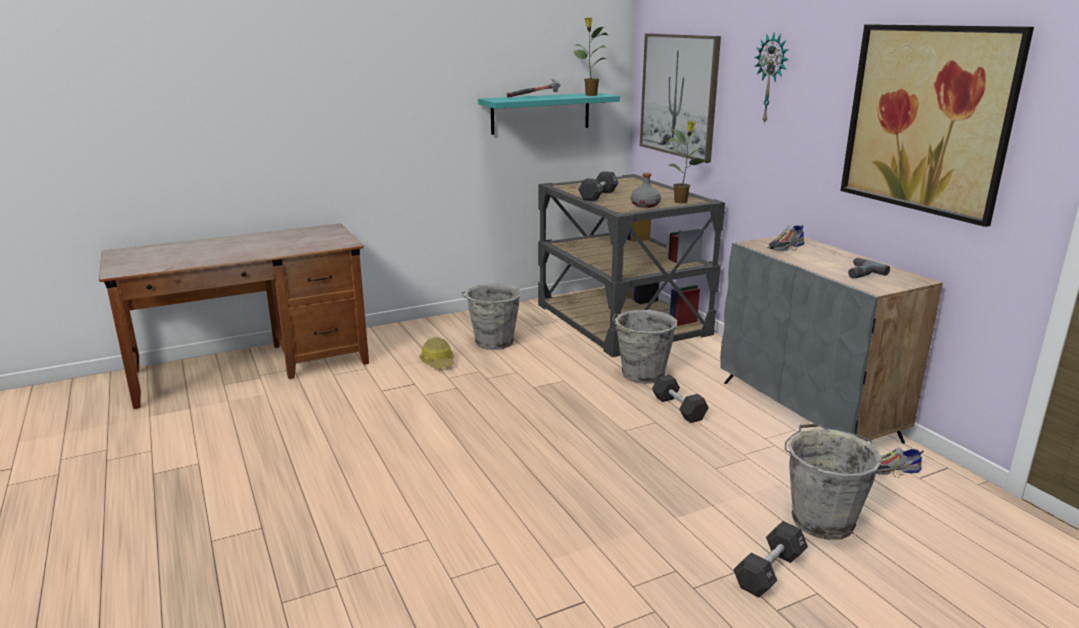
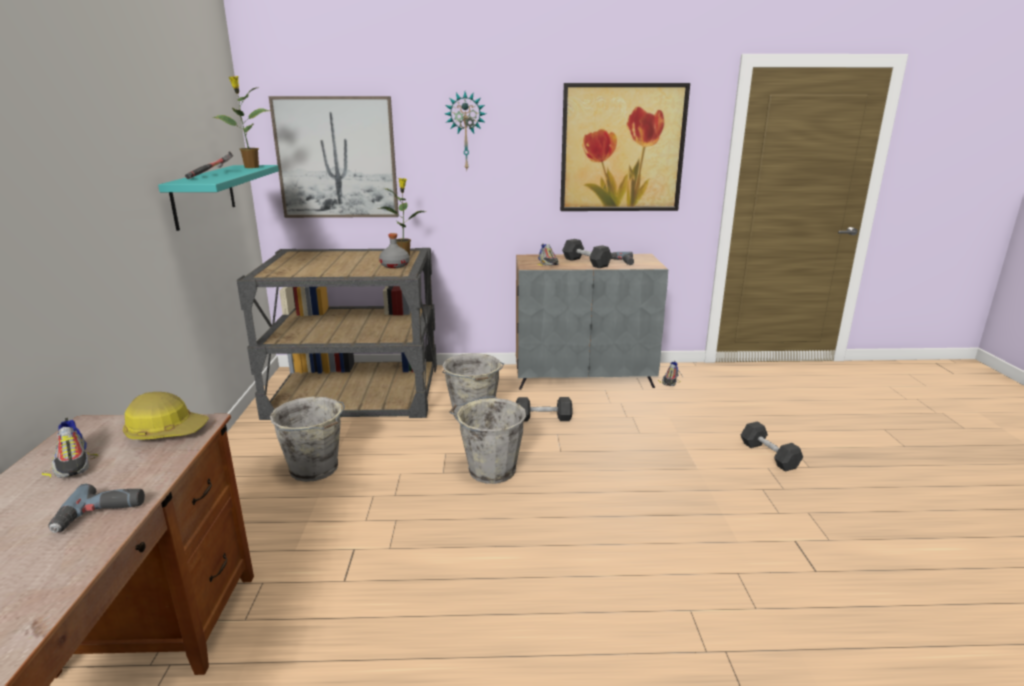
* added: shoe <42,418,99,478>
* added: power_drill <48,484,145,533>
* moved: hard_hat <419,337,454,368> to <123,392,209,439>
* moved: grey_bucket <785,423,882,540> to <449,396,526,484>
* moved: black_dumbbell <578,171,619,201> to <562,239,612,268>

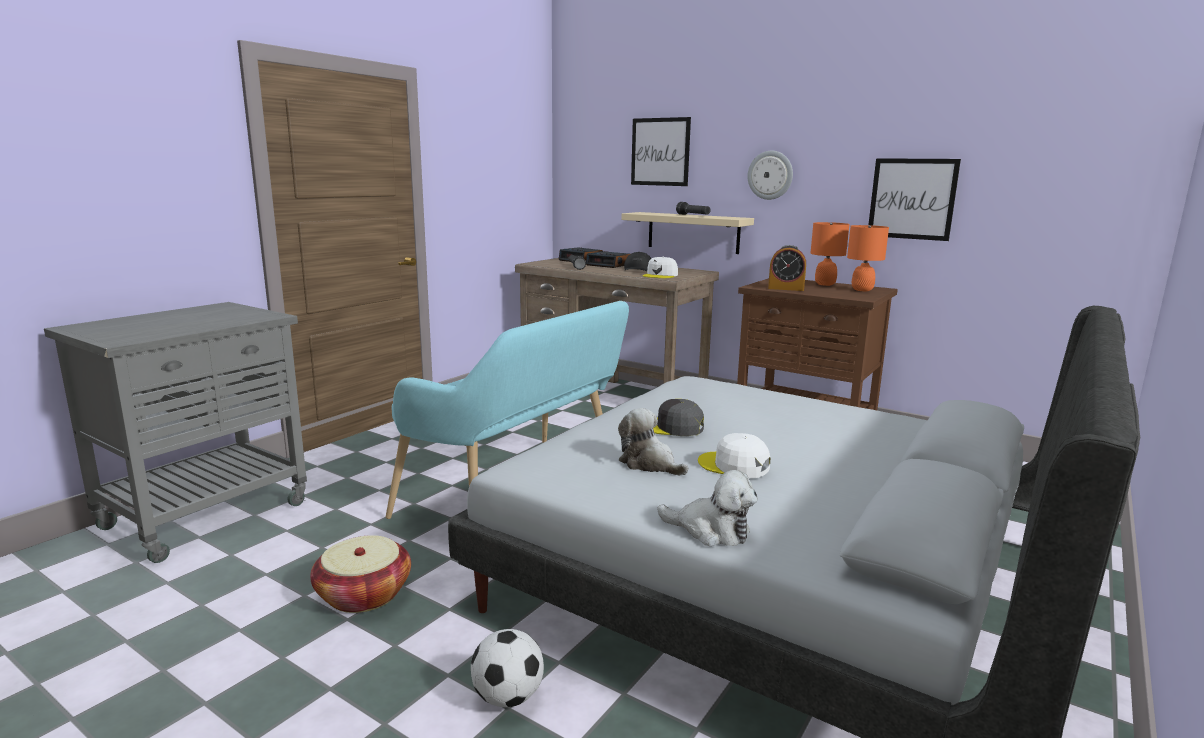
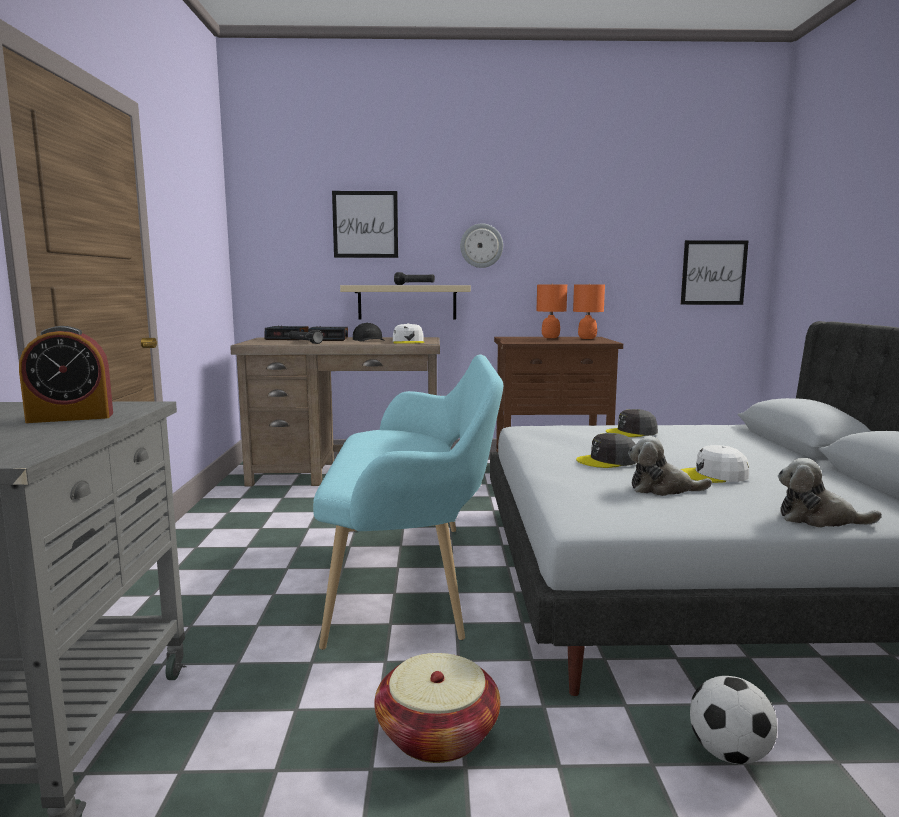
* moved: alarm_clock <768,245,806,291> to <19,326,113,423>
* added: grey_cap <606,409,658,437>
* moved: picture <868,158,961,241> to <681,240,748,305>
* turned: plush_toy <657,470,757,546> = <778,458,882,527> 150 degrees counterclockwise

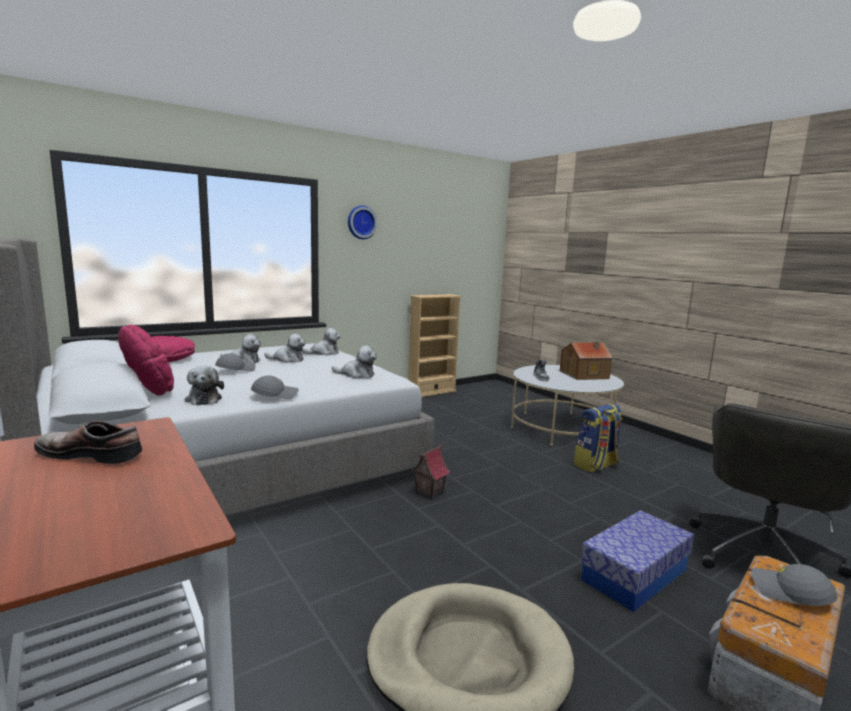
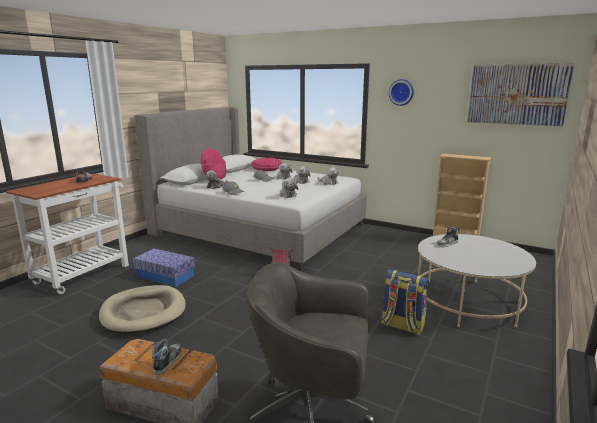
* moved: storage_box <581,510,694,612> to <133,249,195,287>
* replaced: grey_cap <751,564,838,606> to shoe <152,339,182,375>
* added: picture <467,63,574,126>
* removed: toy_house <560,342,613,380>

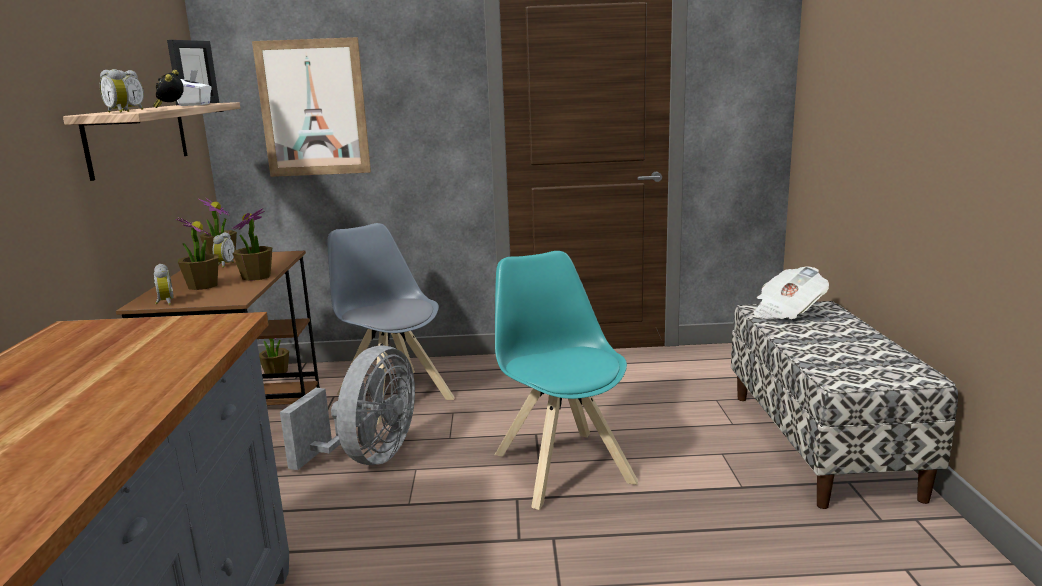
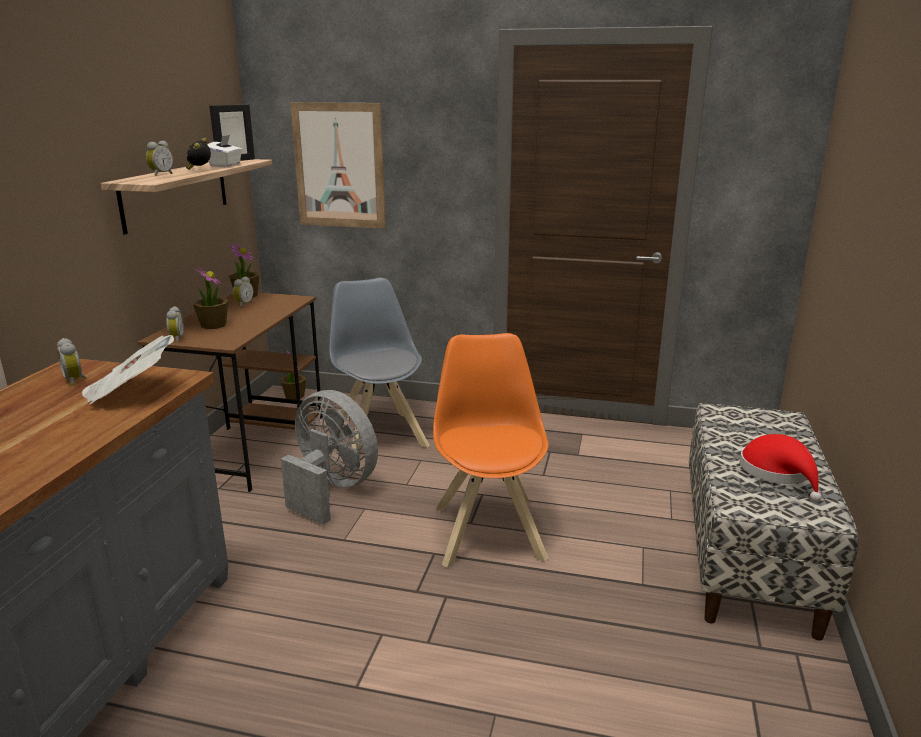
* moved: alarm_clock <100,69,130,113> to <57,338,86,386>
* moved: newspaper <753,266,829,319> to <82,335,174,405>
* turned: grey_fan <280,345,415,470> = <281,390,378,525> 90 degrees counterclockwise
* recoloured: turquoise_chair <495,251,638,510> to orange_chair <433,333,549,568>
* added: red_hat <740,434,822,502>
* removed: potted_plant <232,208,272,281>

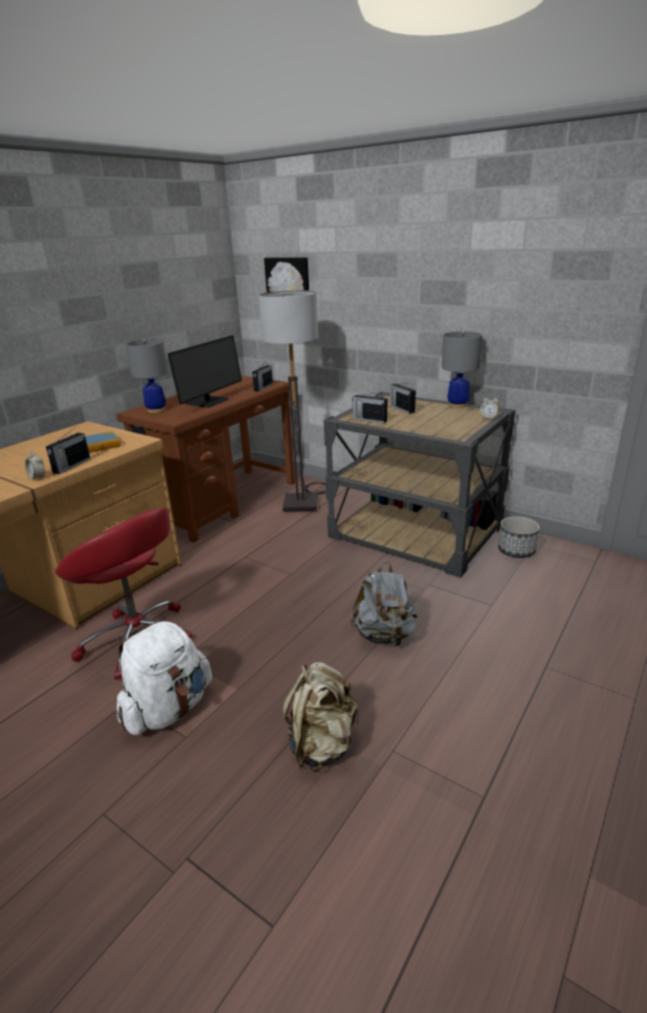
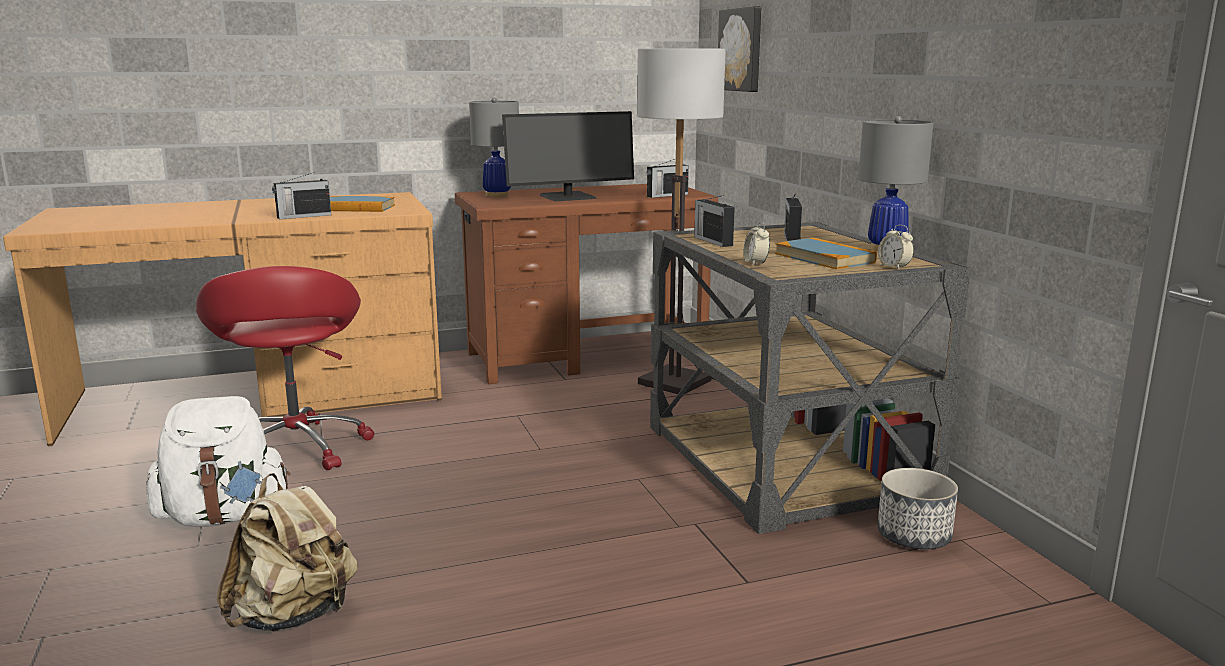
* moved: alarm_clock <25,451,45,481> to <743,222,770,265>
* added: book <775,238,877,269>
* removed: grey_backpack <350,562,418,646>

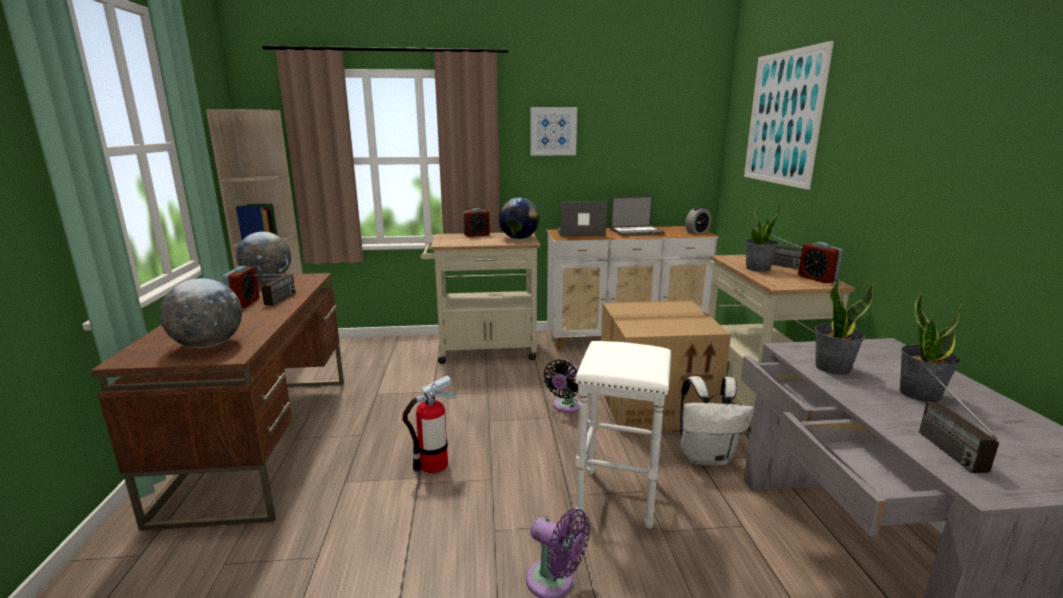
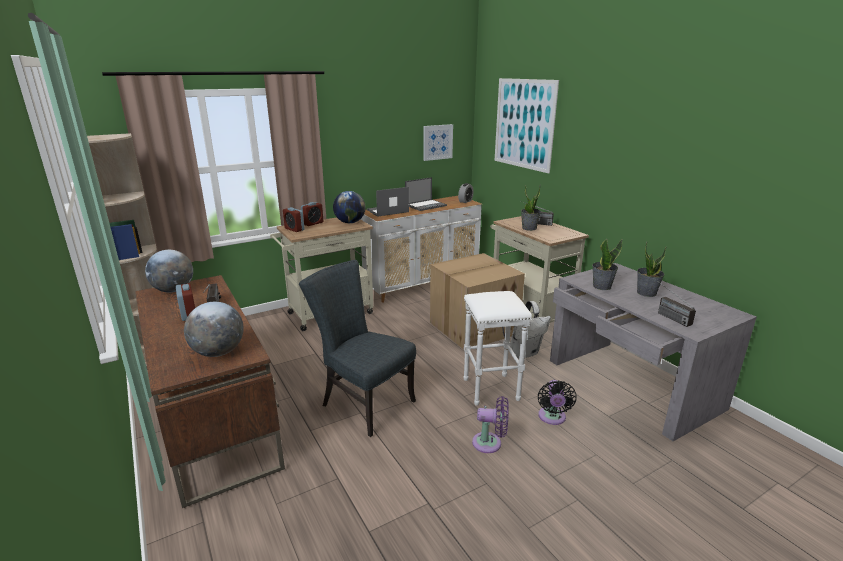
* moved: alarm_clock <798,242,843,283> to <283,207,305,232>
* replaced: fire_extinguisher <402,375,456,473> to grey_chair <299,260,416,437>
* moved: picture <531,107,577,156> to <424,124,453,161>
* moved: black_fan <544,359,580,413> to <538,380,577,425>

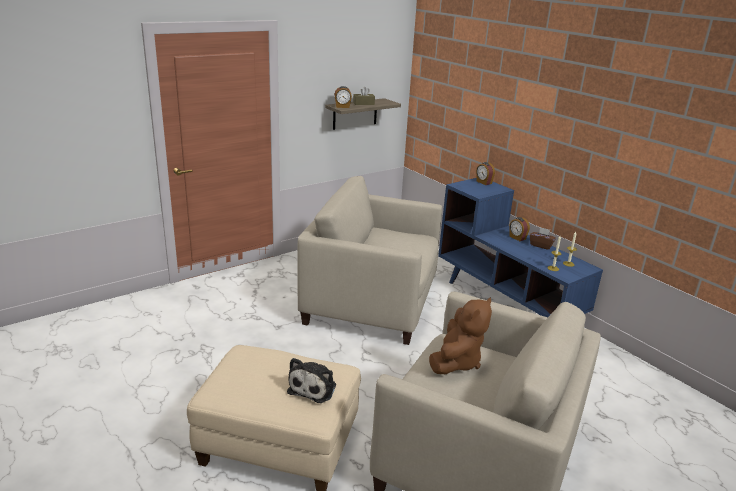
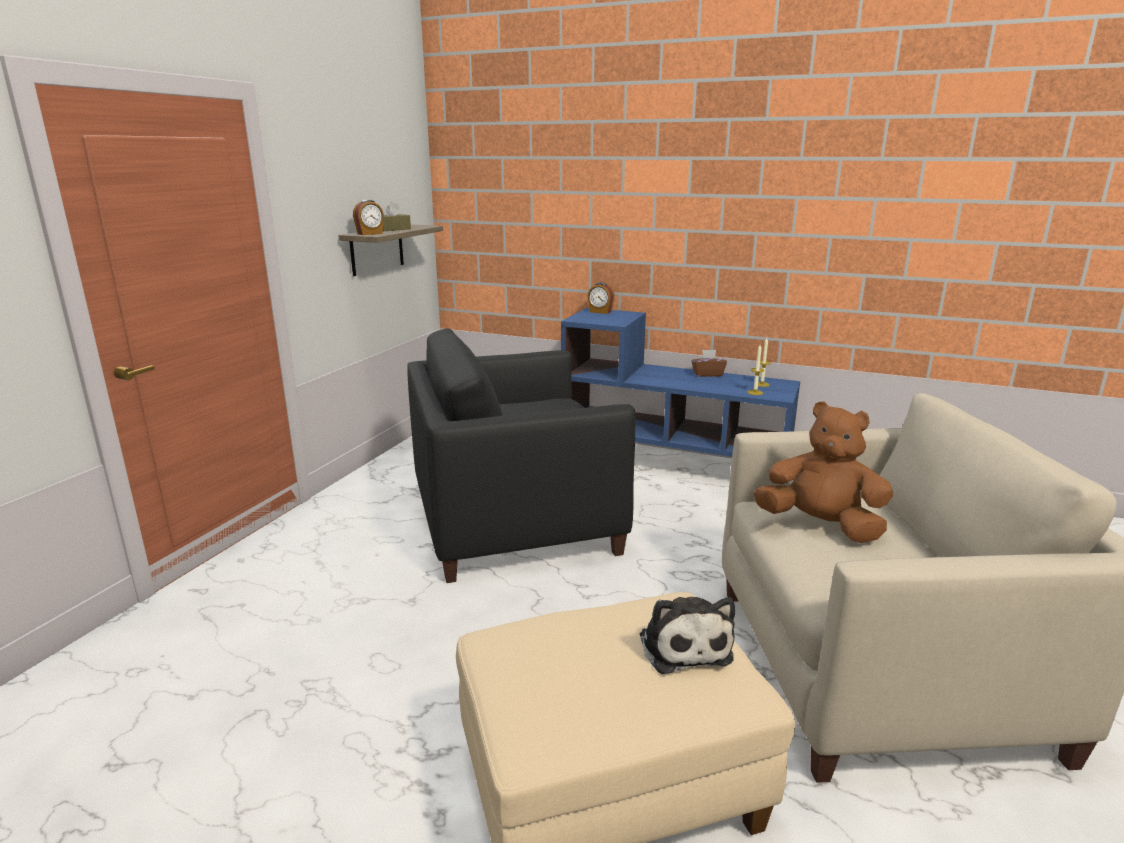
* recoloured: beige_armchair <297,176,442,345> to black_armchair <407,328,635,583>
* turned: brown_plush_toy <429,298,492,374> = <753,401,893,543> 60 degrees counterclockwise
* removed: alarm_clock <509,217,530,241>

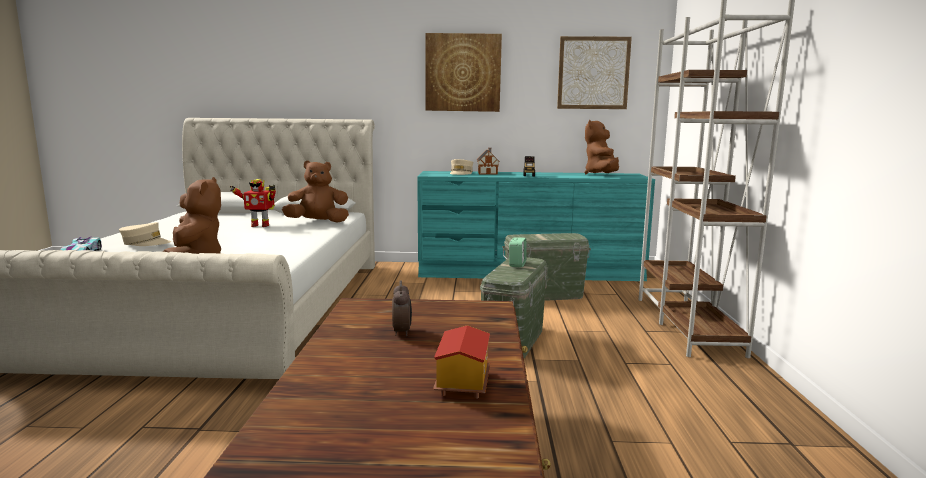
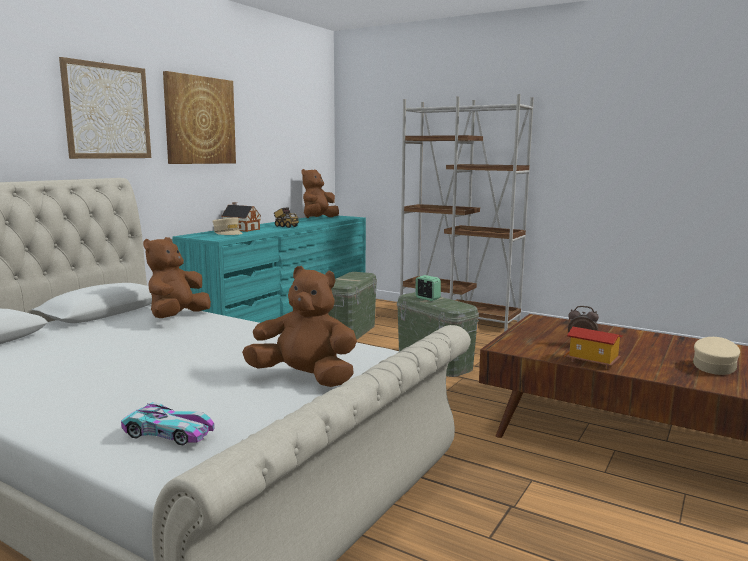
* moved: picture <557,35,632,109> to <59,57,151,159>
* turned: brown_plush_toy <585,120,619,174> = <302,169,339,218> 75 degrees clockwise
* moved: toy_house <433,325,490,398> to <564,327,623,369>
* moved: beige_cap <119,222,171,246> to <693,337,740,375>
* removed: toy_robot <229,179,276,227>

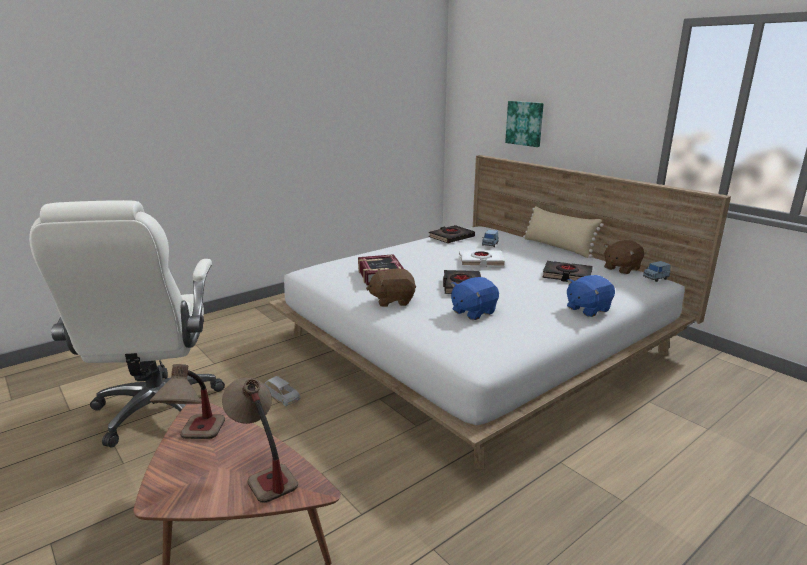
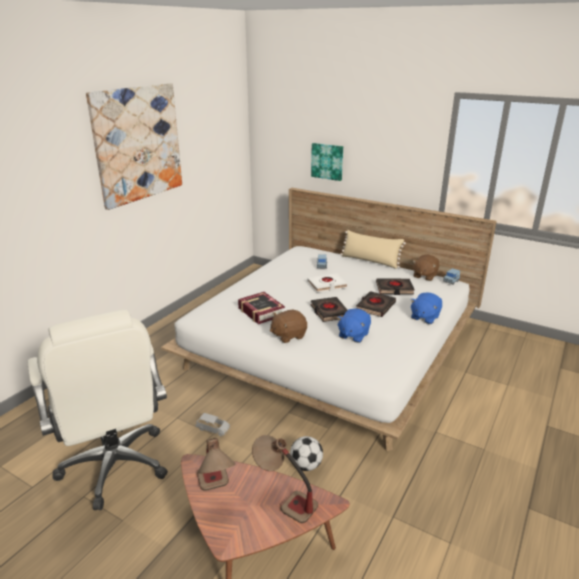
* added: picture <86,83,182,210>
* added: football <290,436,323,471>
* moved: black_book <428,225,475,243> to <356,291,396,317>

